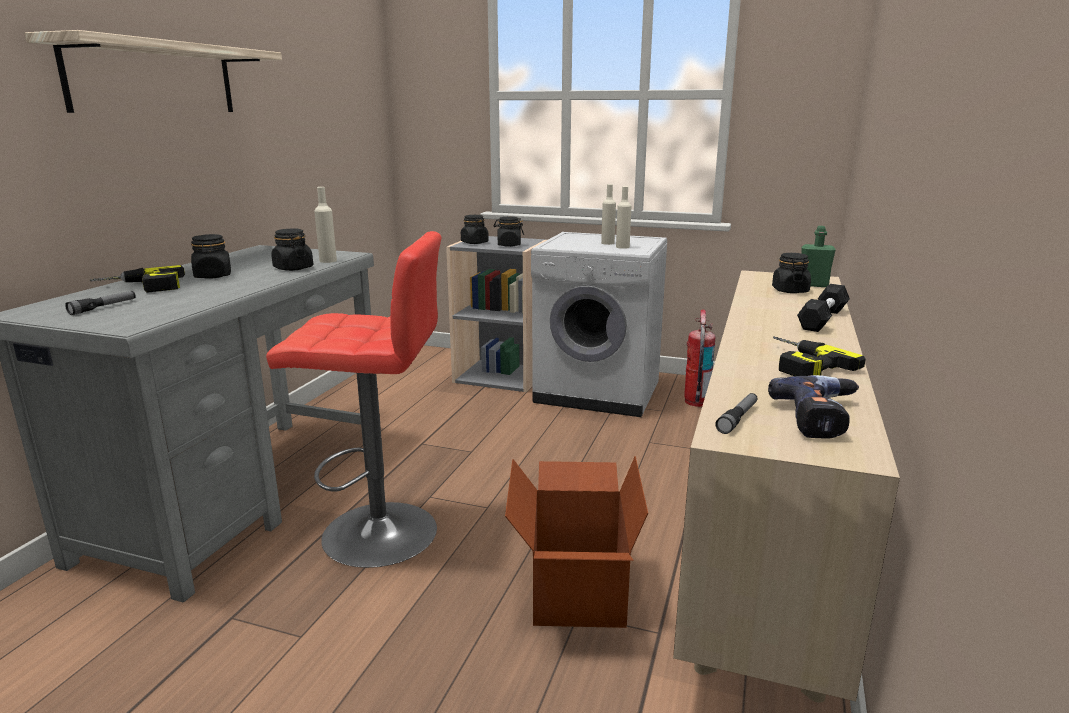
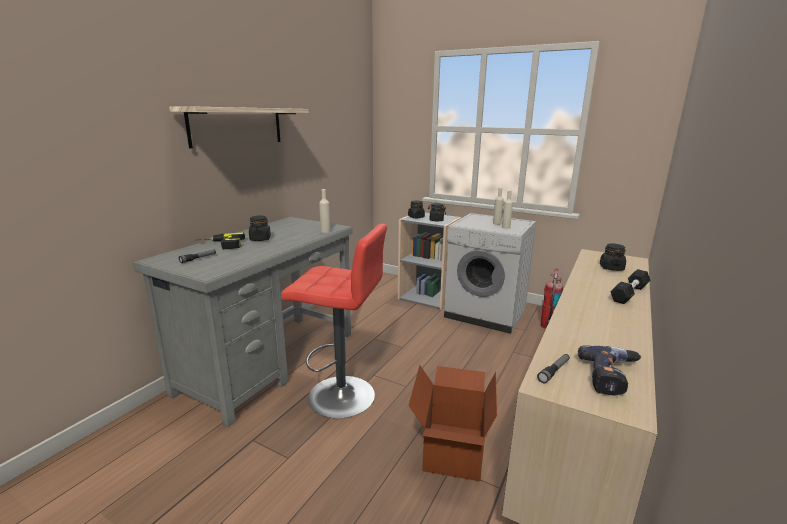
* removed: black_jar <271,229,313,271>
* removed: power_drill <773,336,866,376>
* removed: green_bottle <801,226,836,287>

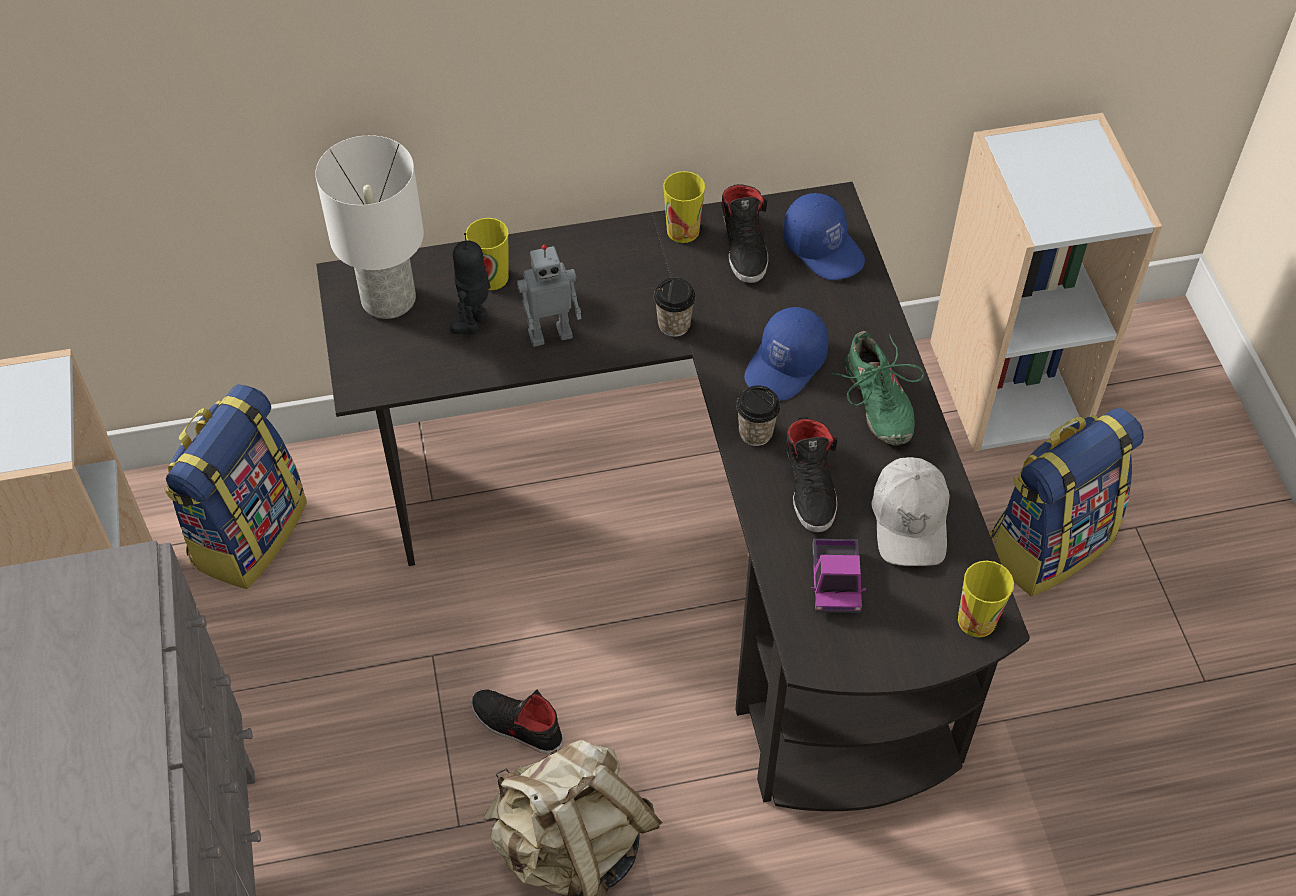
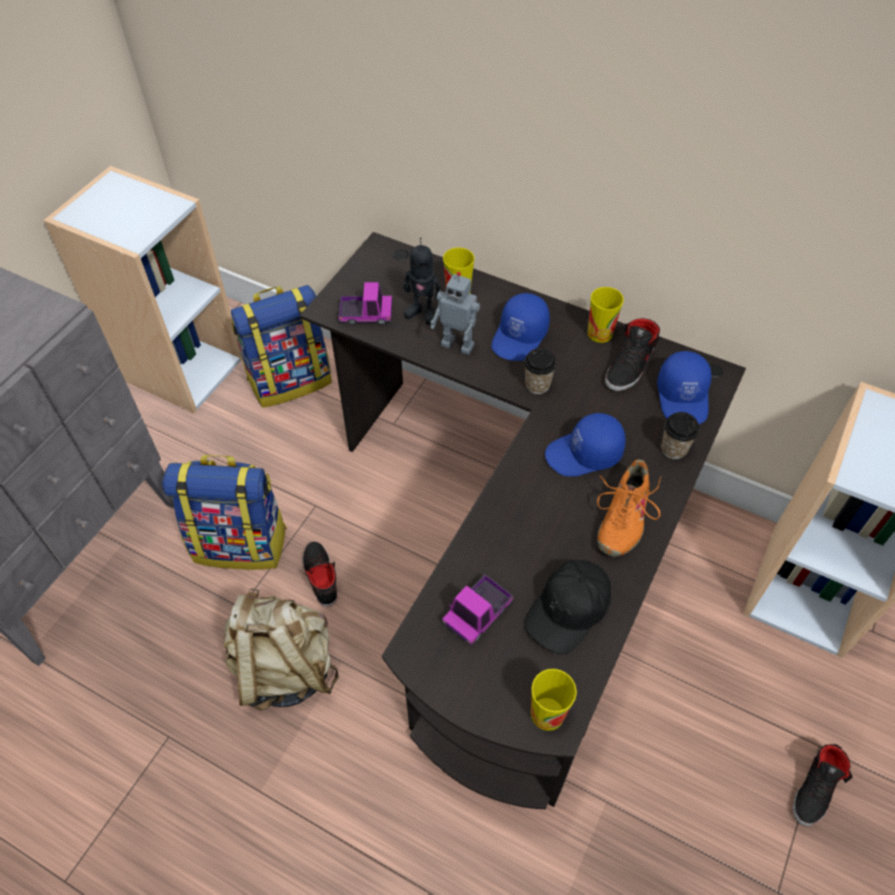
* moved: backpack <990,408,1144,597> to <162,455,287,570>
* added: toy_truck <339,282,392,325>
* turned: toy_robot <450,233,491,335> = <404,237,440,325> 135 degrees counterclockwise
* added: blue_cap <491,293,550,361>
* recoloured: white_cap <871,457,950,566> to black_cap <524,560,611,654>
* recoloured: green_shoe <831,331,924,445> to orange_shoe <597,459,662,557>
* moved: cup <736,385,780,446> to <661,412,699,459>
* moved: black_shoe <786,418,838,532> to <793,744,853,826>
* removed: white_table_lamp <315,135,424,319>

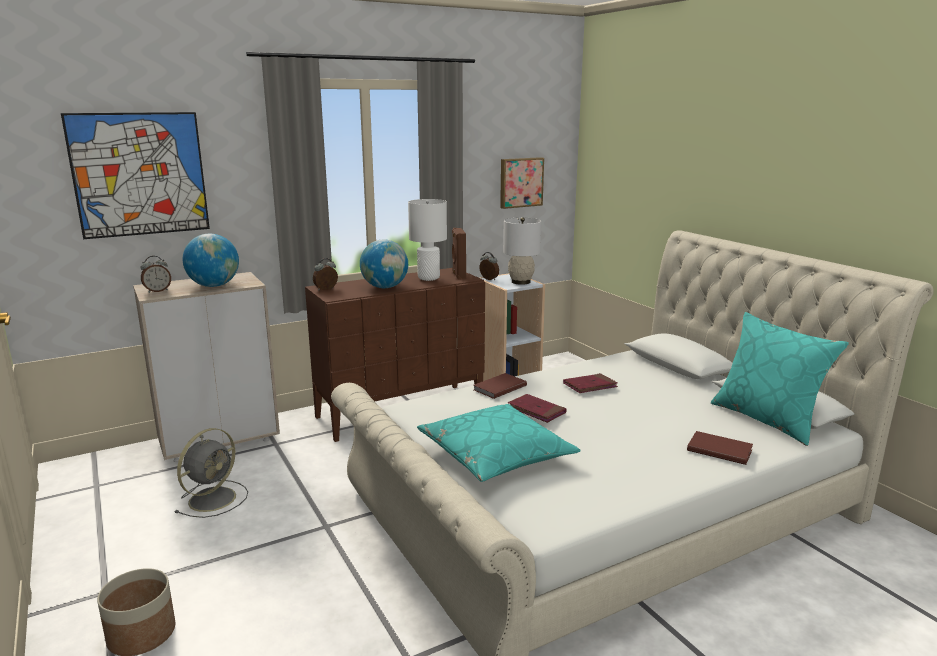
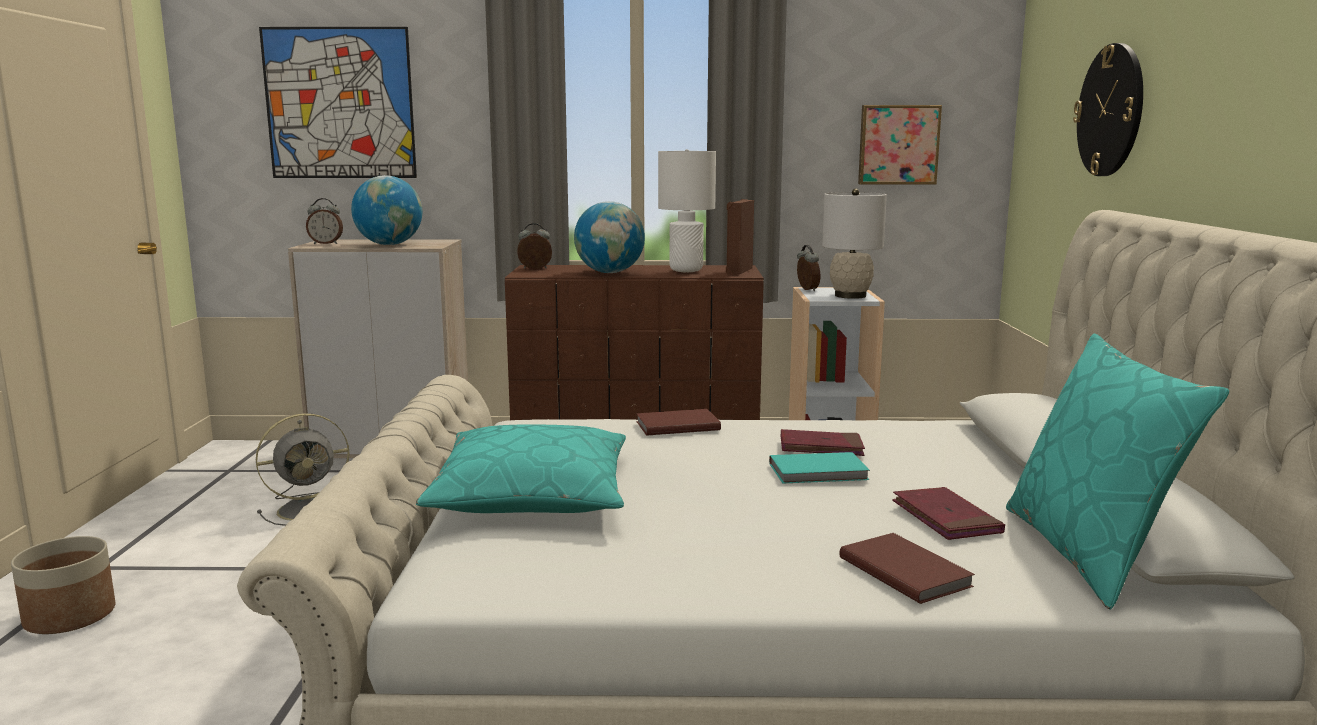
* added: turquoise_book <769,452,870,484>
* moved: red_book <508,394,567,423> to <892,487,1005,540>
* added: wall_clock <1073,43,1143,176>

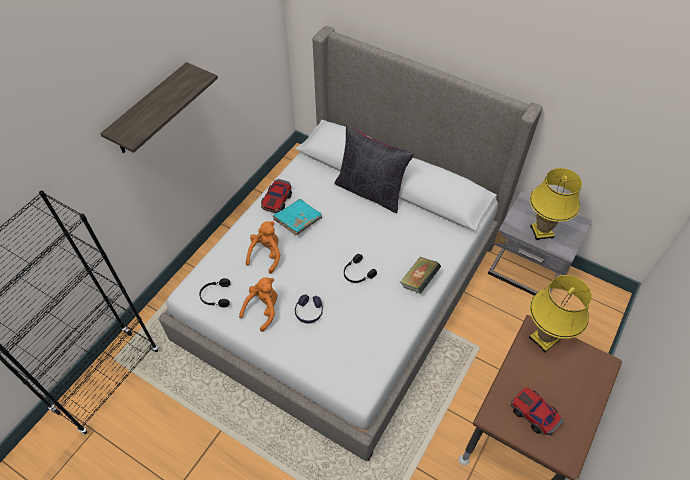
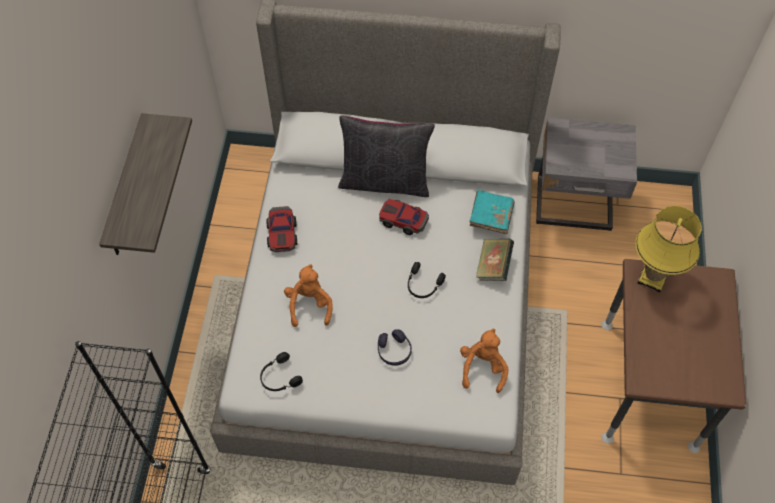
* moved: toy_car <511,387,563,436> to <379,199,429,235>
* moved: orange_plush_toy <239,278,278,332> to <460,328,508,393>
* moved: turquoise_book <273,199,322,235> to <469,190,515,234>
* removed: yellow_table_lamp <530,168,582,240>

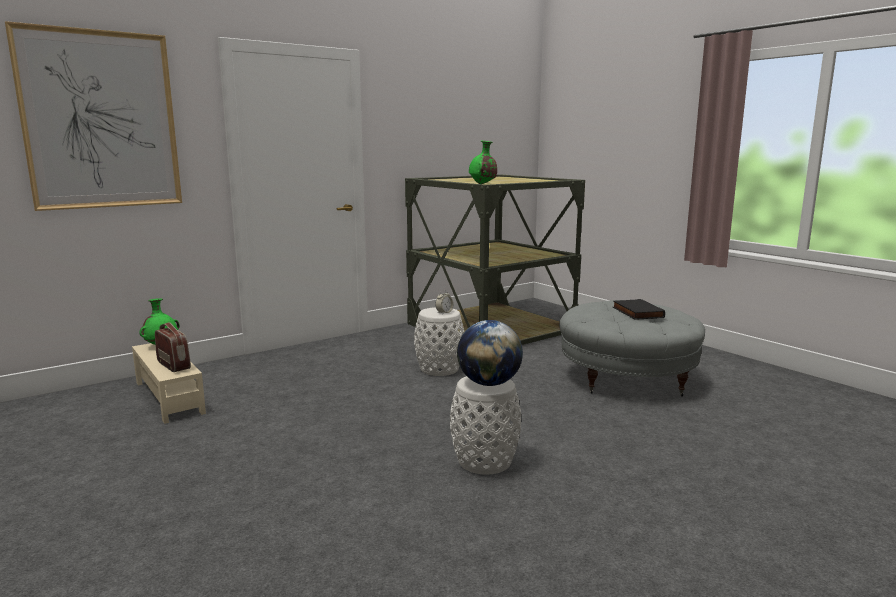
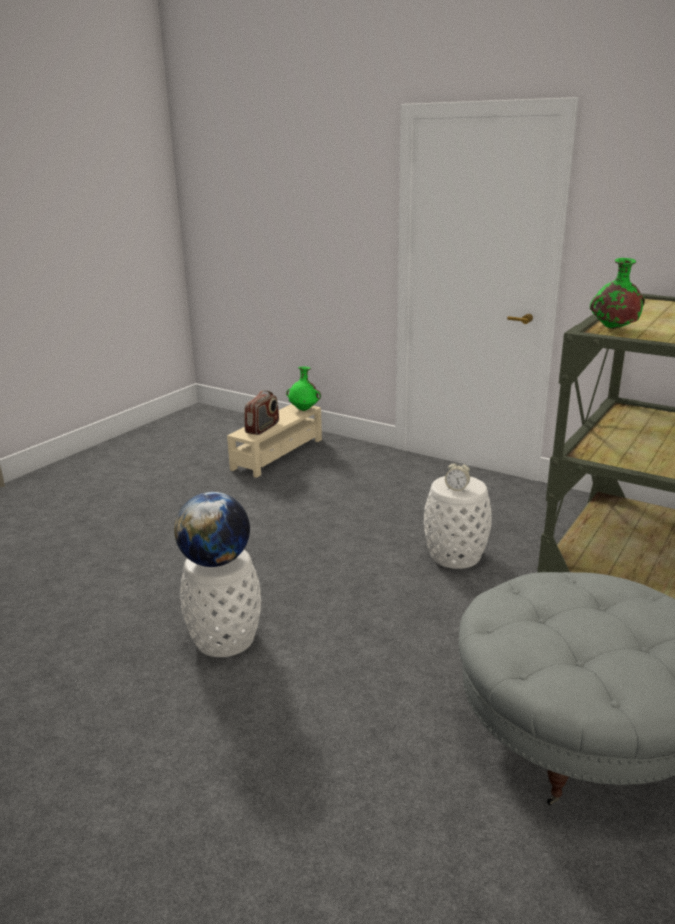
* removed: picture <5,21,182,211>
* removed: black_book <613,299,665,320>

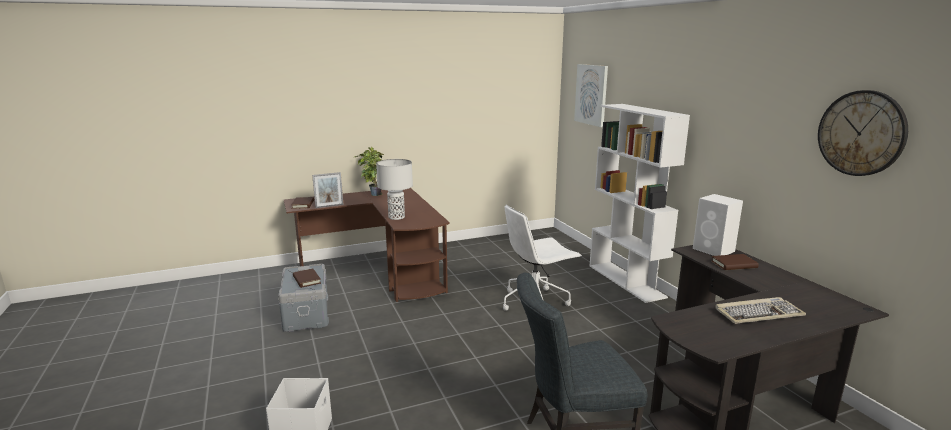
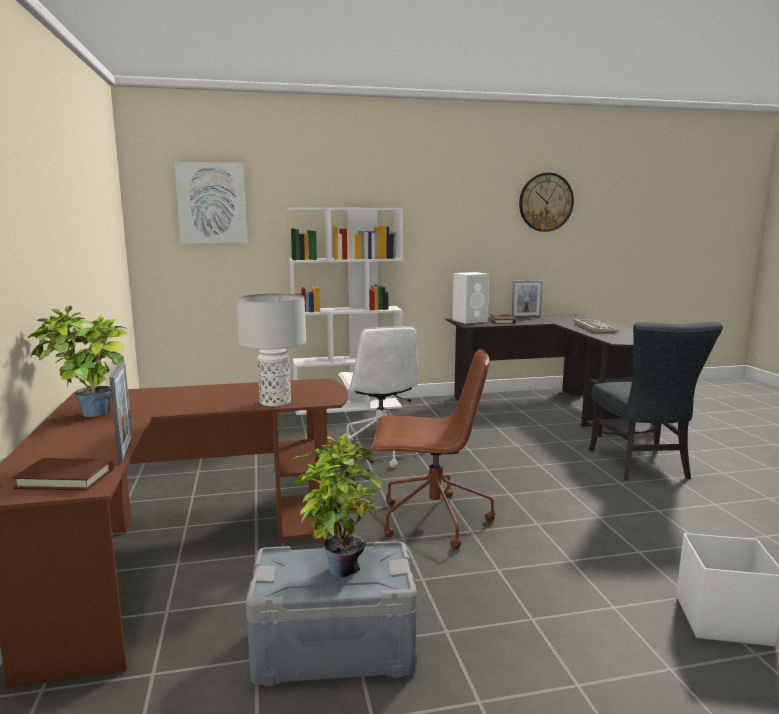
* replaced: brown_book <293,268,321,288> to potted_plant <292,434,382,578>
* added: brown_office_chair <371,349,495,549>
* added: picture_frame <512,281,543,317>

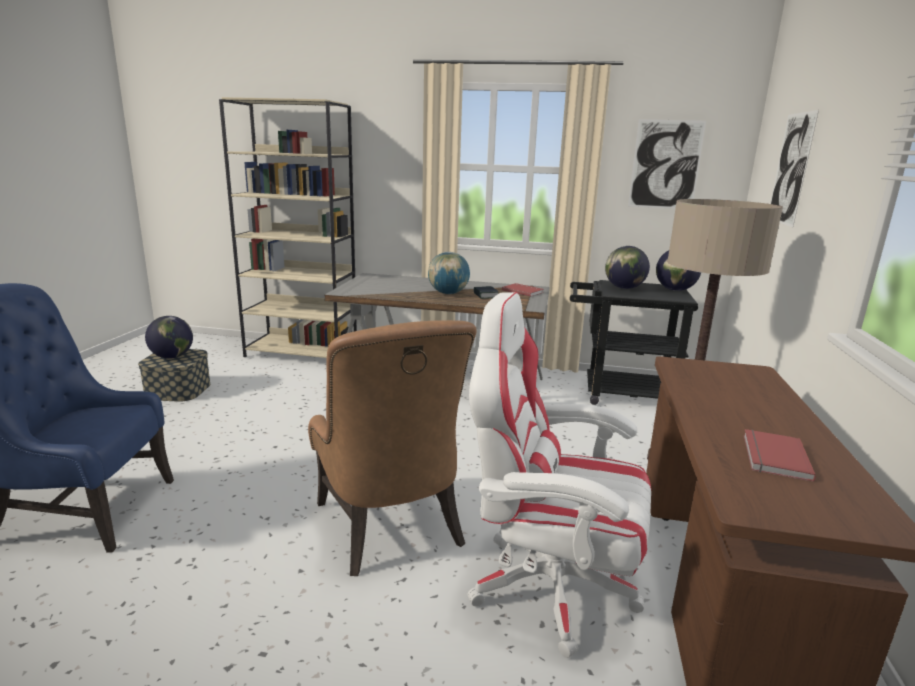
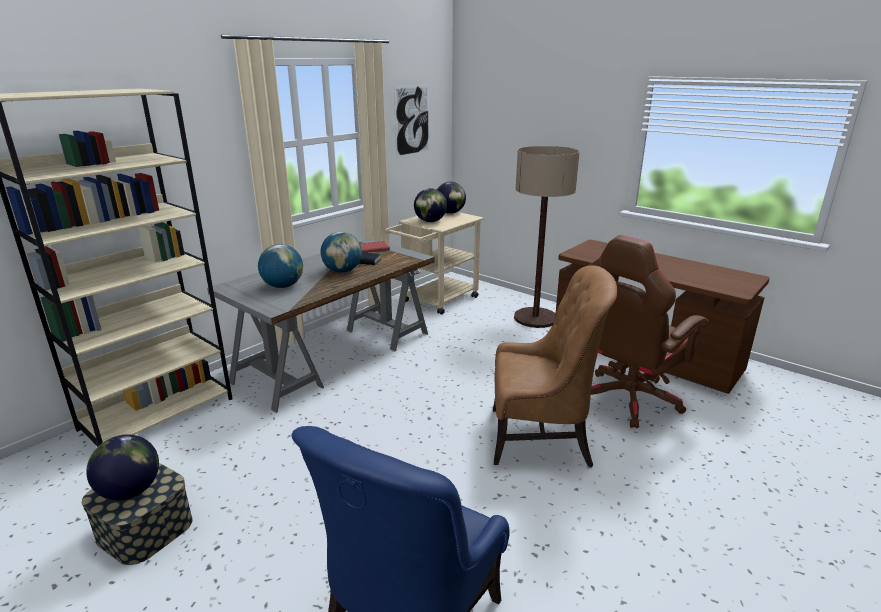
* added: globe <258,244,303,288>
* recoloured: black_cart <570,280,698,405> to beige_cart <385,212,484,315>
* recoloured: white_office_chair <467,292,651,658> to brown_office_chair <588,235,710,428>
* removed: red_book <743,429,816,482>
* removed: picture <770,110,819,227>

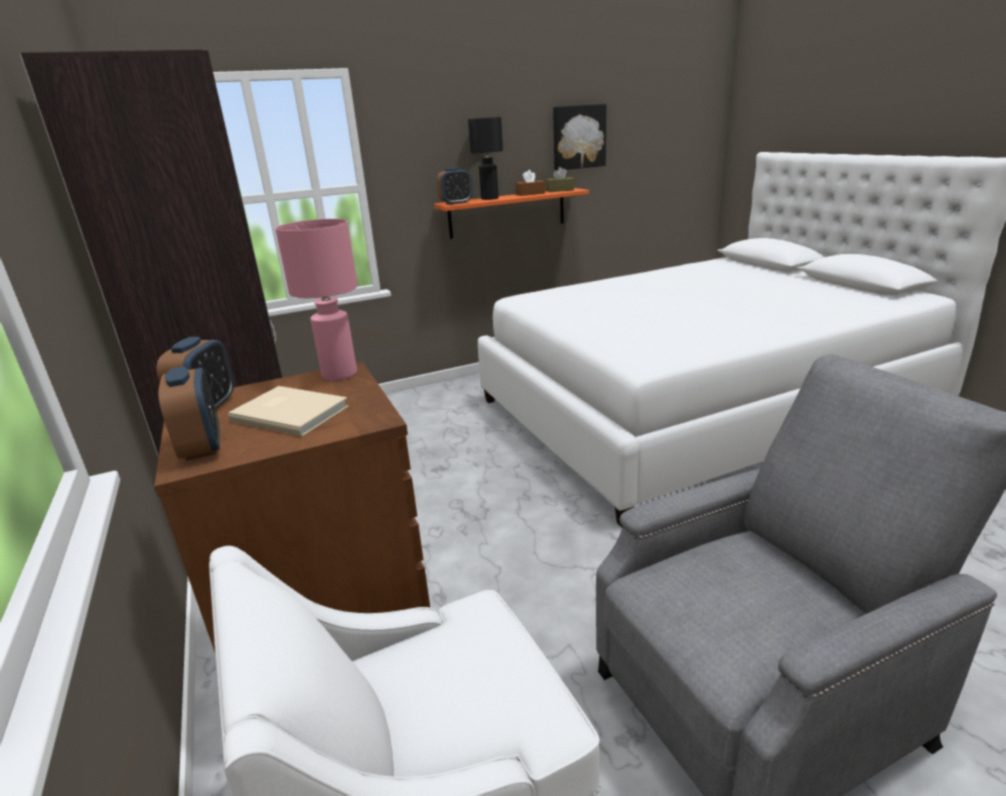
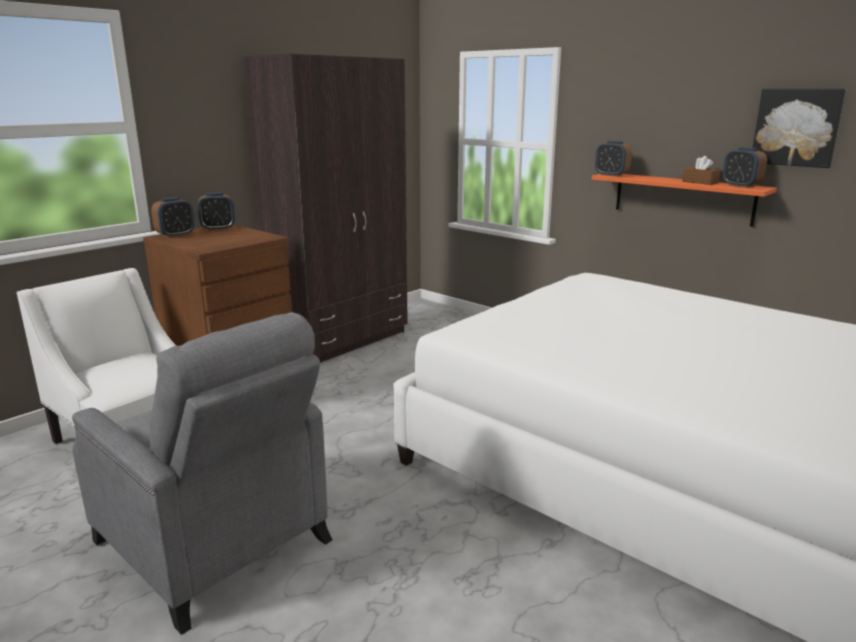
* replaced: brown_tissue_box <546,167,574,192> to alarm_clock <723,147,767,188>
* removed: beige_book <228,386,349,437>
* removed: pink_table_lamp <275,219,358,381>
* removed: black_table_lamp <468,117,503,200>

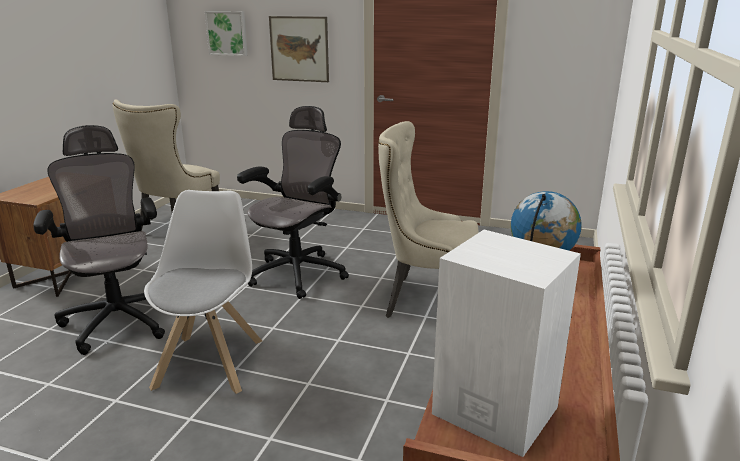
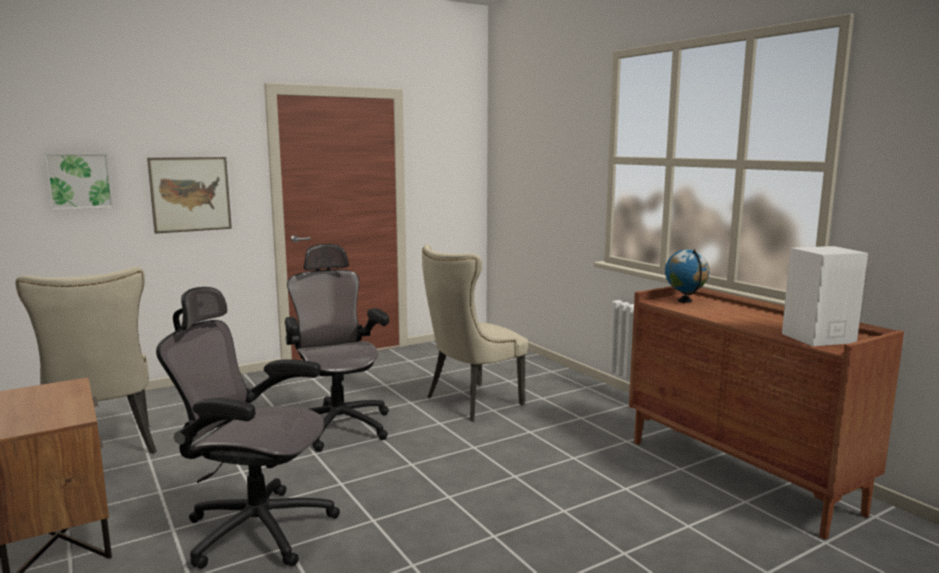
* removed: chair <144,190,262,394>

